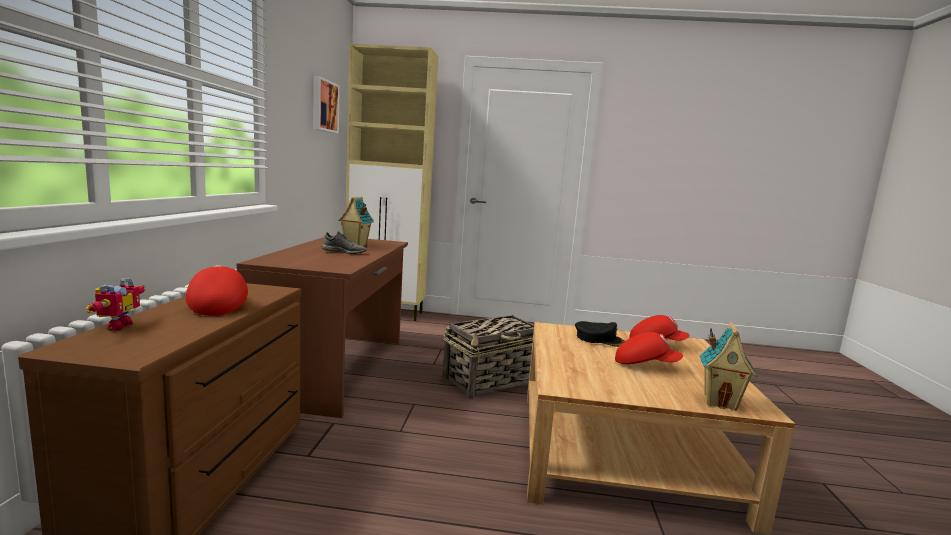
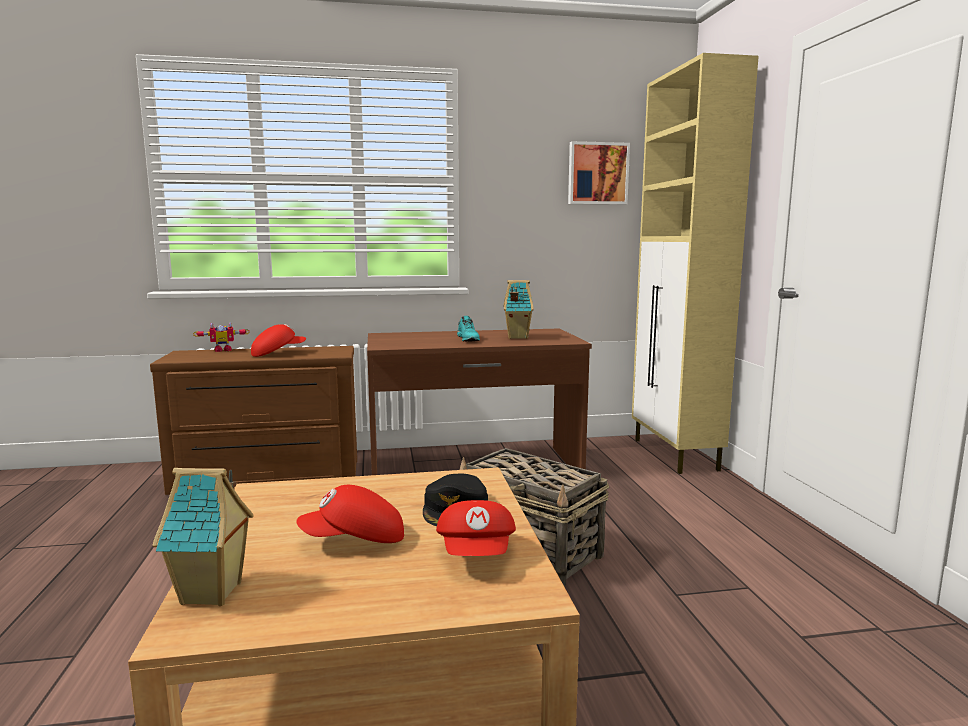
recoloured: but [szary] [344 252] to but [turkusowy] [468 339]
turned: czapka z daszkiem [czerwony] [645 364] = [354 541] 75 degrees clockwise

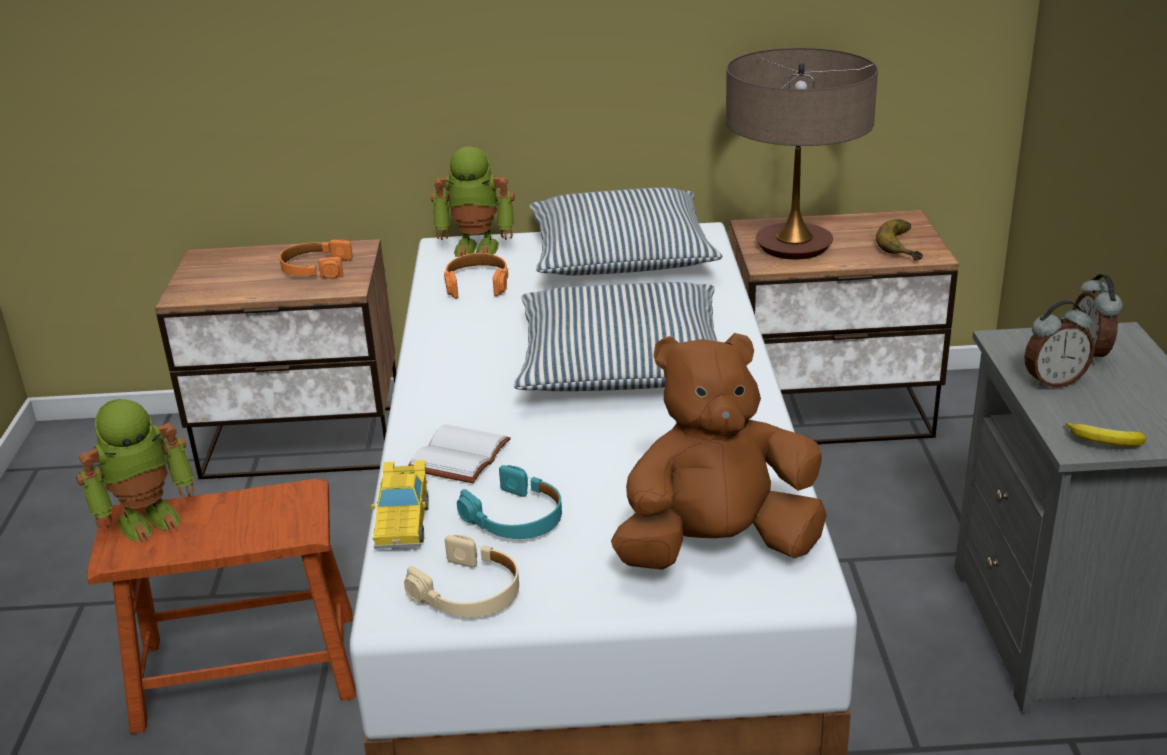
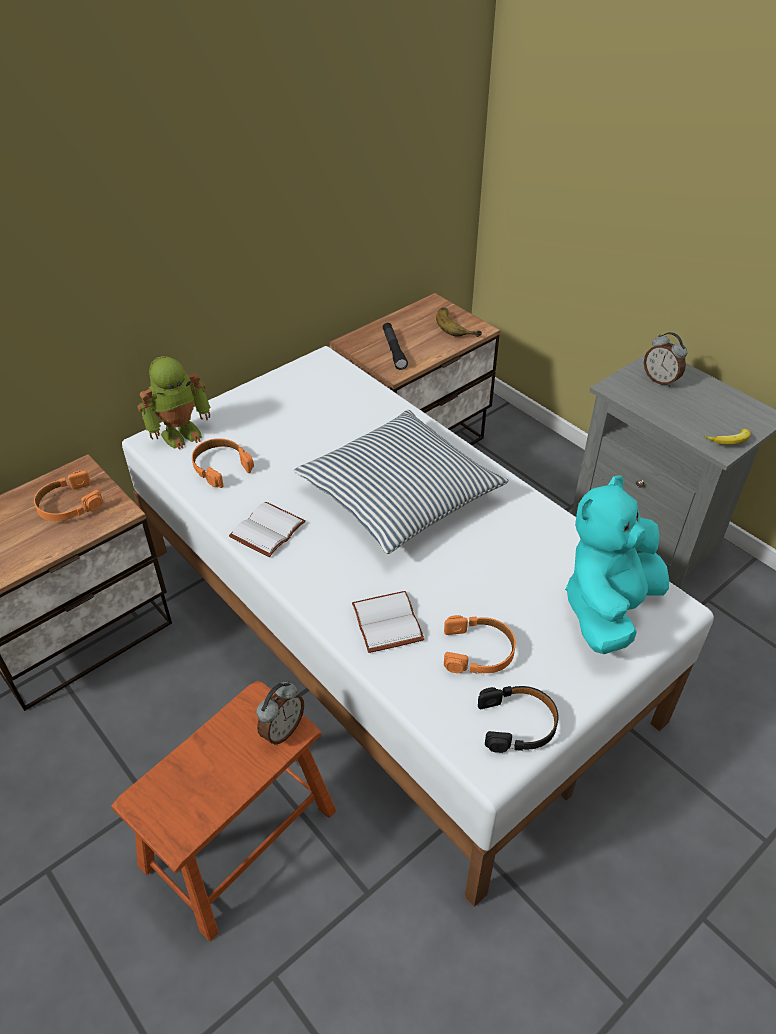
removed: poduszka [620 255]; robot zabawkowy [148 518]; samochodzik [żółty] [403 521]
added: książka [biały] [267 529]
moved: budzik [1053 381] to [282 730]
replaced: lampa stołowa [794 246] to latarka [czarny] [394 350]
recoloured: pluszak [brązowy] [717 547] to pluszak [turkusowy] [608 608]; słuchawki [turkusowy] [516 517] to słuchawki [pomarańczowy] [478 651]; słuchawki [beżowy] [469 592] to słuchawki [czarny] [518 724]

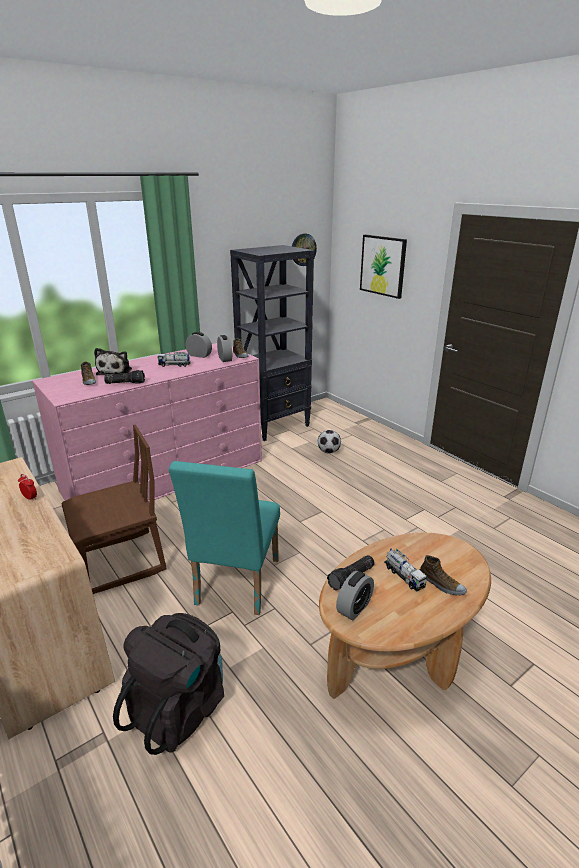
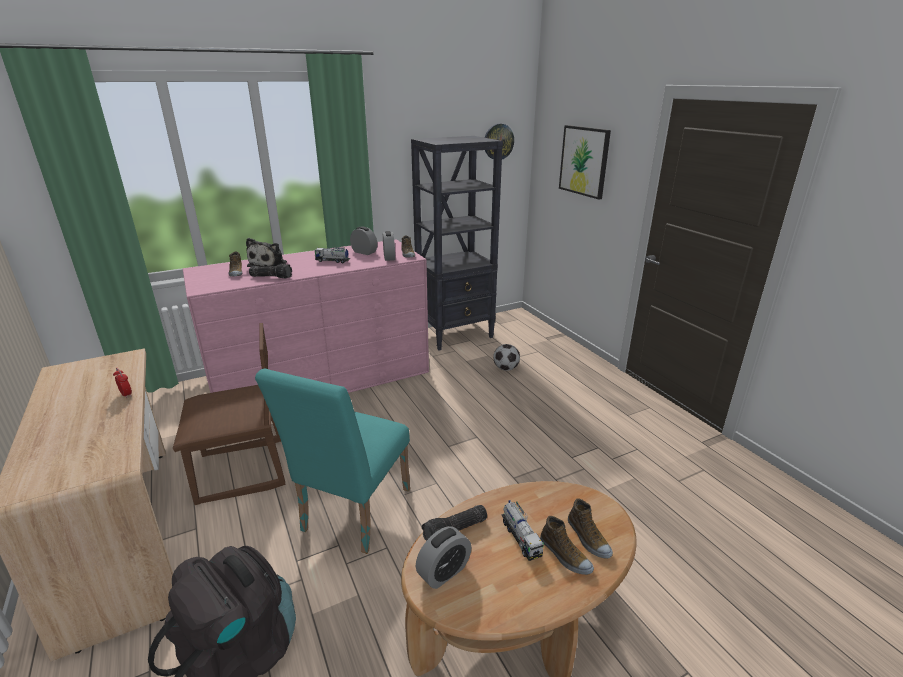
added: but [588 538]

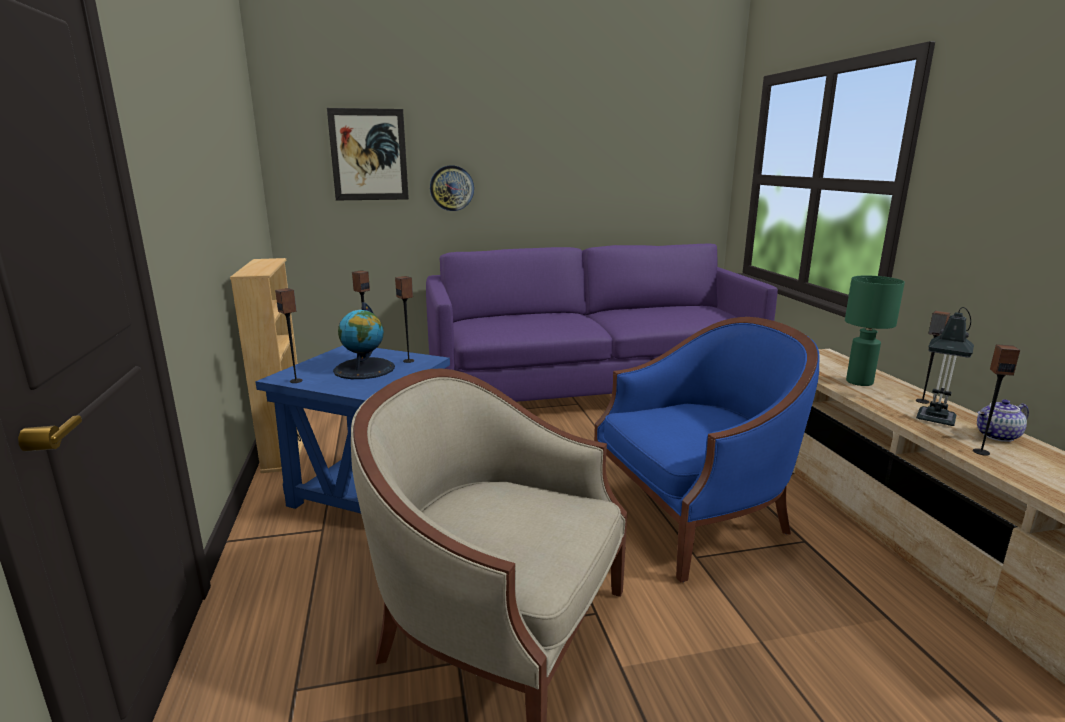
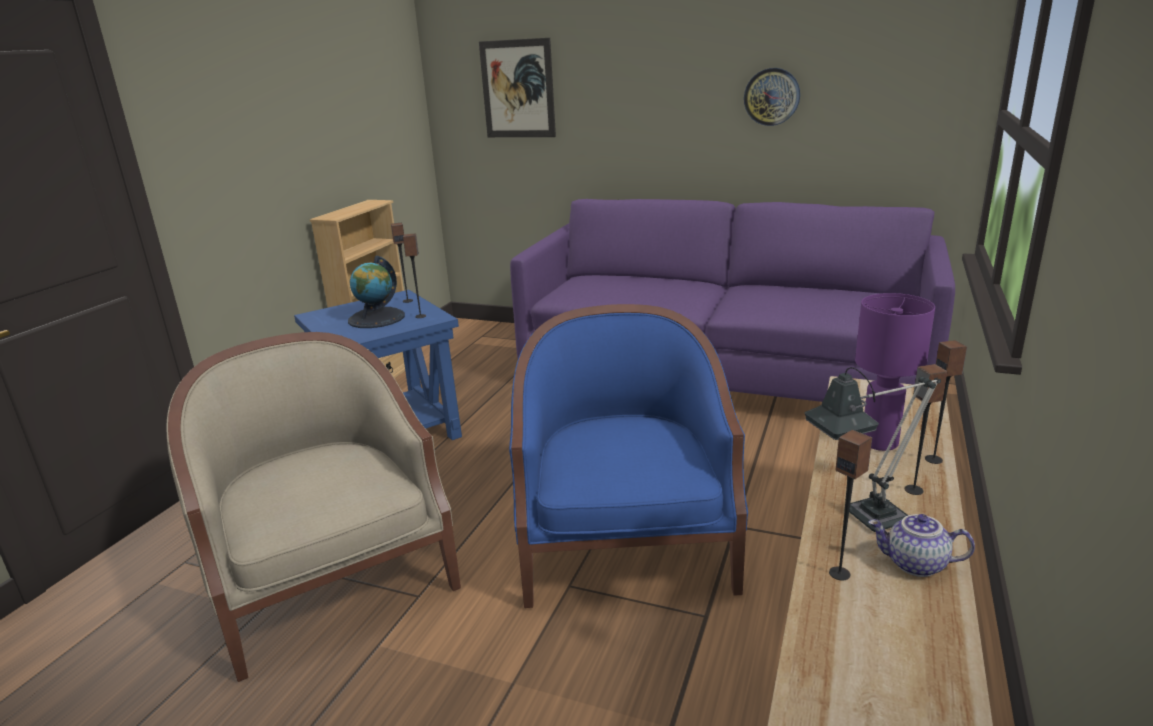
moved: zegar ścienny [451 188] to [772 97]; głośnik [296 381] to [934 459]
recoloured: lampa stołowa [zielony] [858 382] to lampa stołowa [fioletowy] [879 442]
turned: fotel [niebieski] [693 516] = [626 546] 105 degrees counterclockwise

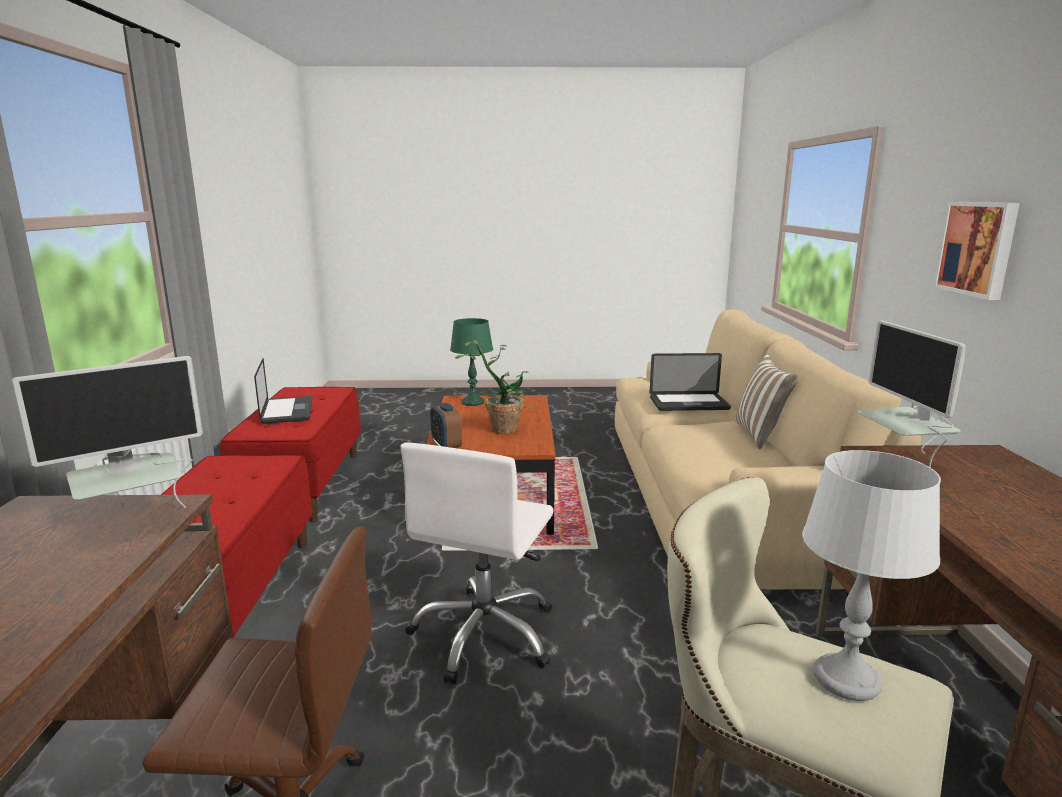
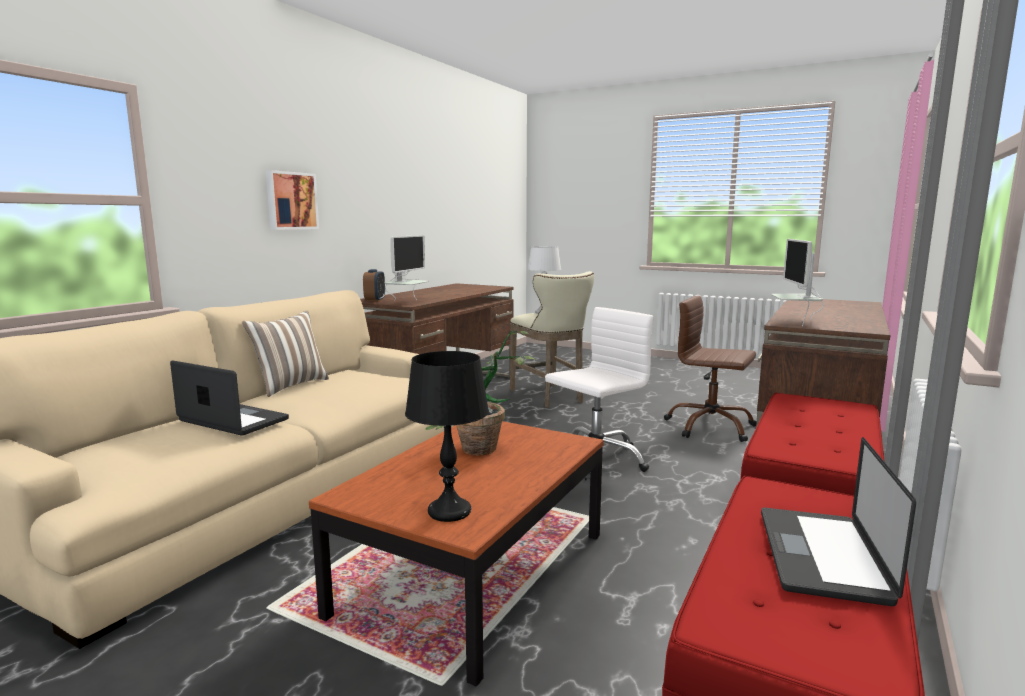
moved: budzik [446 446] to [375 300]
recoloured: lampa stołowa [zielony] [472 402] to lampa stołowa [czarny] [450 511]
turned: monitor [135 520] = [795 322] 75 degrees counterclockwise

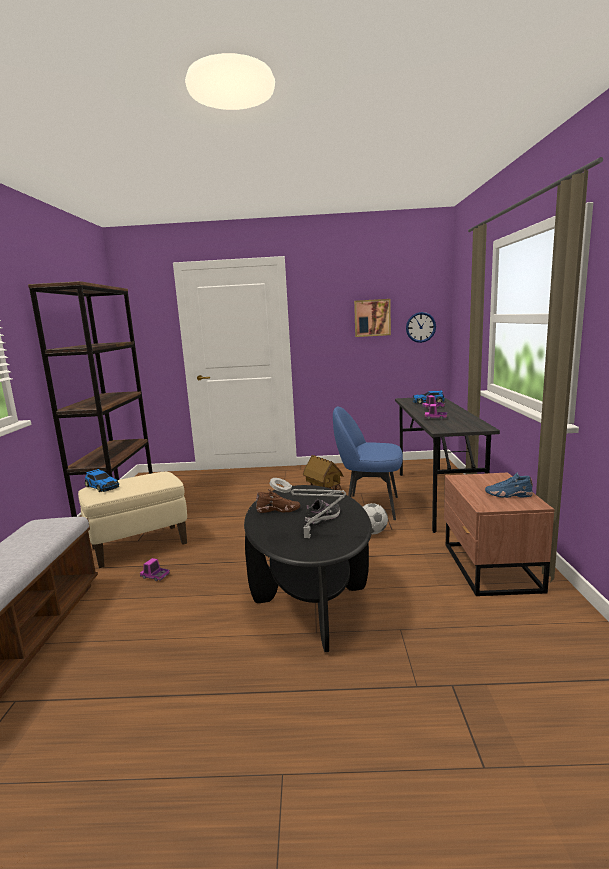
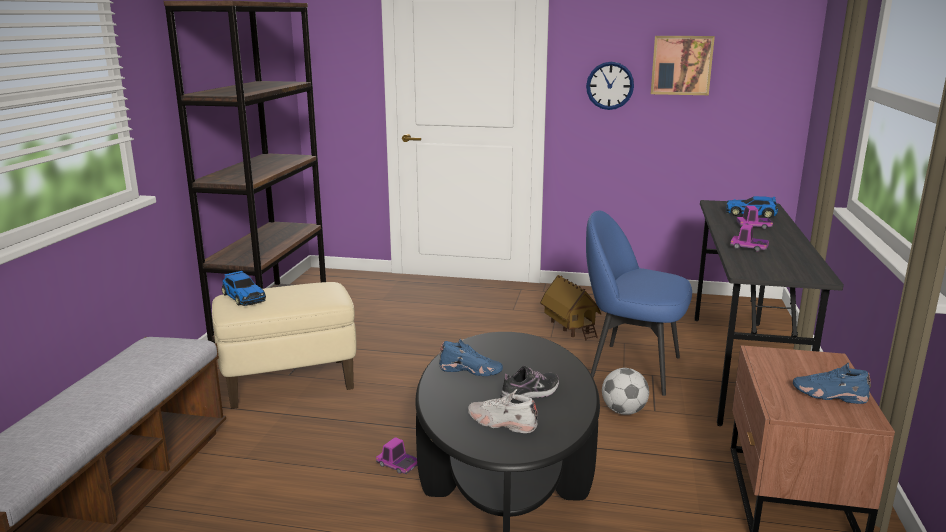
moved: zegar ścienny [420 327] to [610 85]; ciężarówka zabawkowa [155 576] to [398 465]
replaced: lampa stołowa [szary] [310 537] to but [biały] [501 423]
recoloured: but [brązowy] [278 510] to but [niebieski] [471 370]

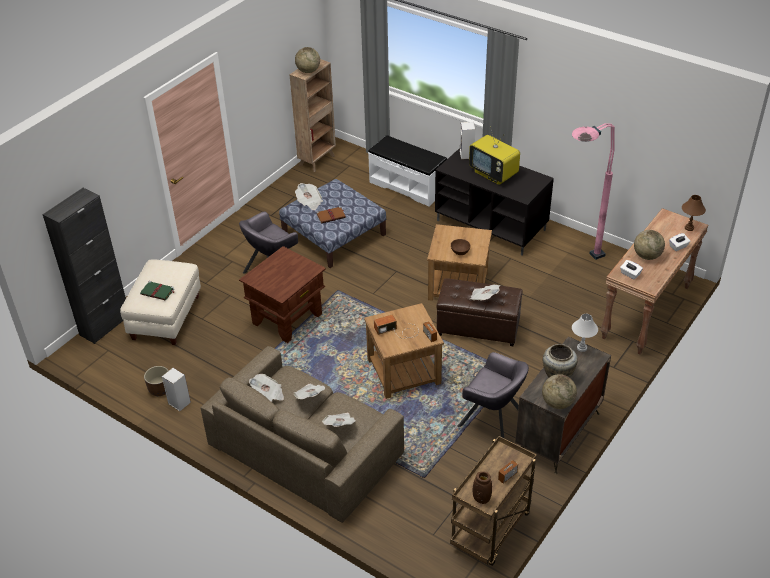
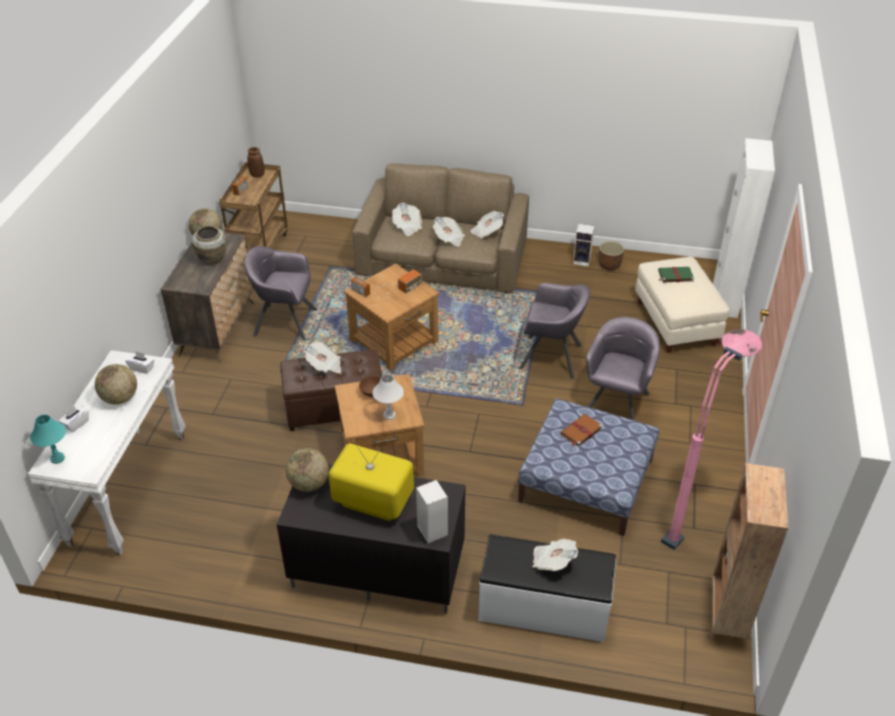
moved: globus [308 71] to [309 484]; lampa stojąca [różowy] [576 262] to [690 519]; gazeta [309 202] to [552 561]; lampa stołowa [biały] [582 348] to [389 415]
replaced: stolik [brązowy] [288 319] to fotel [szary] [551 357]
recoloured: szafka [czarny] [105 325] to szafka [biały] [725 300]; lampa stołowa [brązowy] [689 228] to lampa stołowa [turkusowy] [57 458]; stolik konsolowy [brązowy] [646 313] to stolik konsolowy [biały] [128 488]

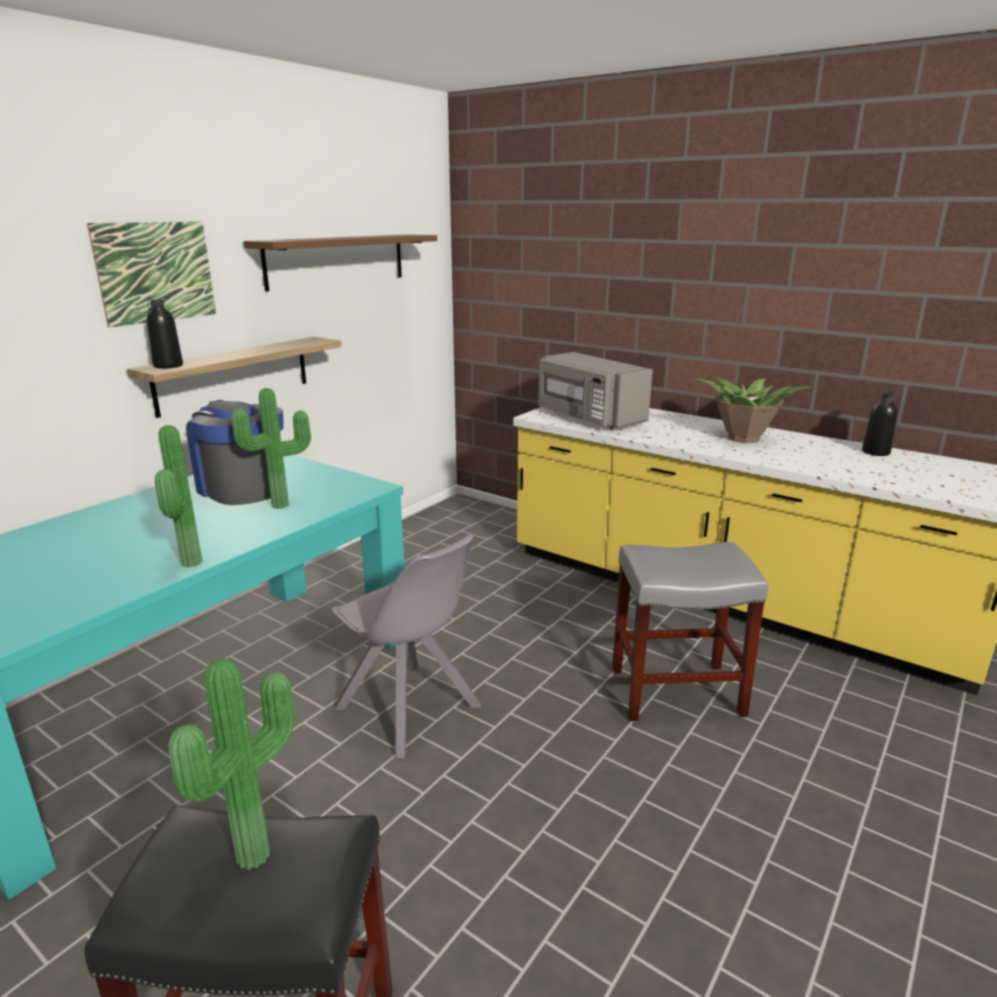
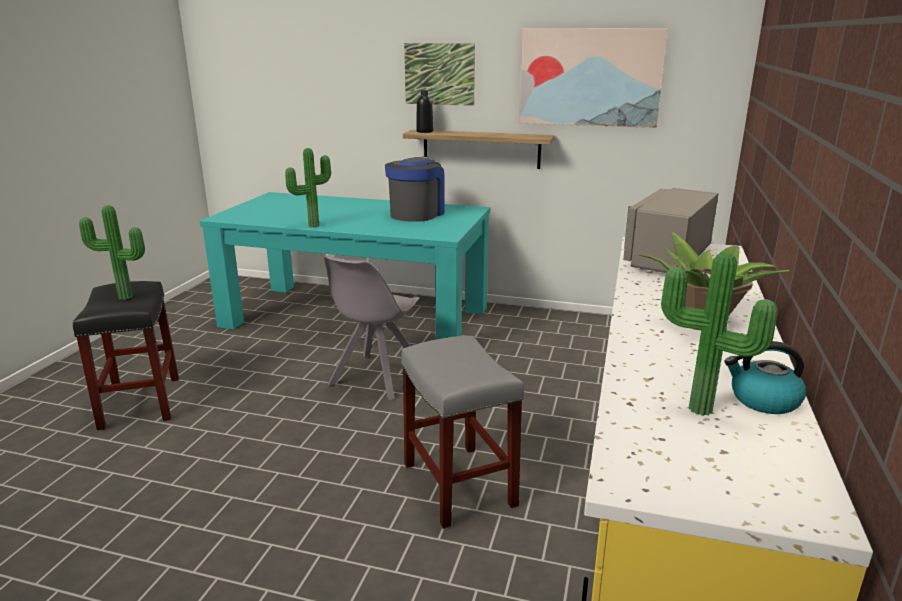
moved: roślina doniczkowa [282 506] to [700 411]
replaced: półka [brązowy] [337 260] to obraz [590 77]; butelka [czarny] [875 452] to czajnik [763 400]

